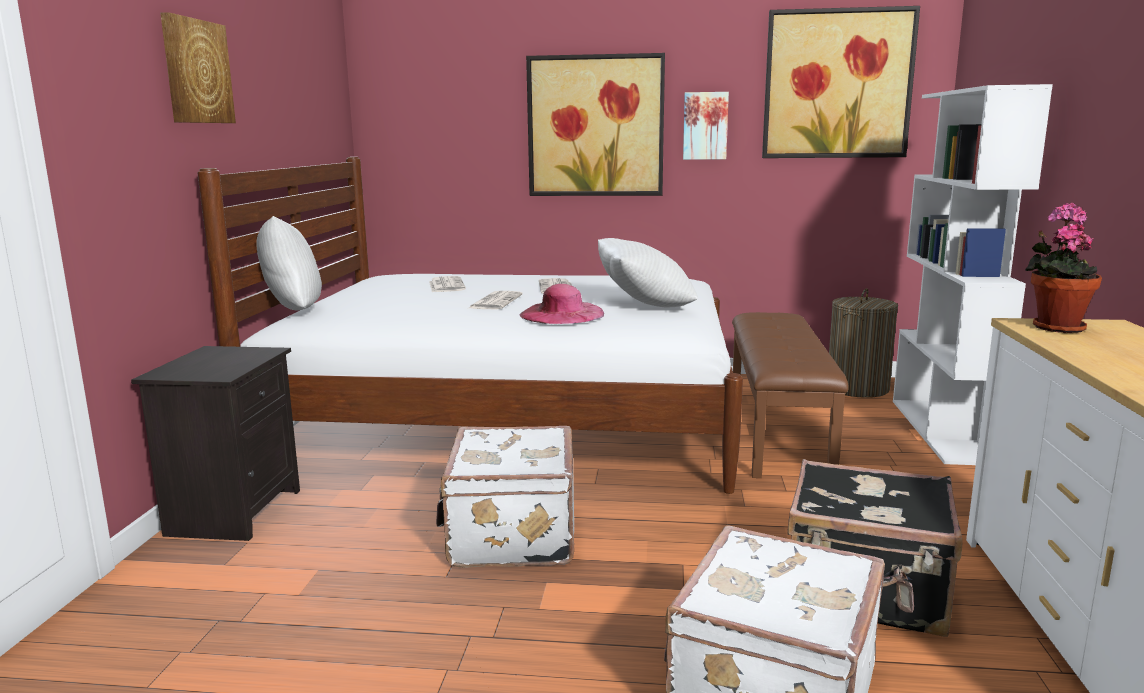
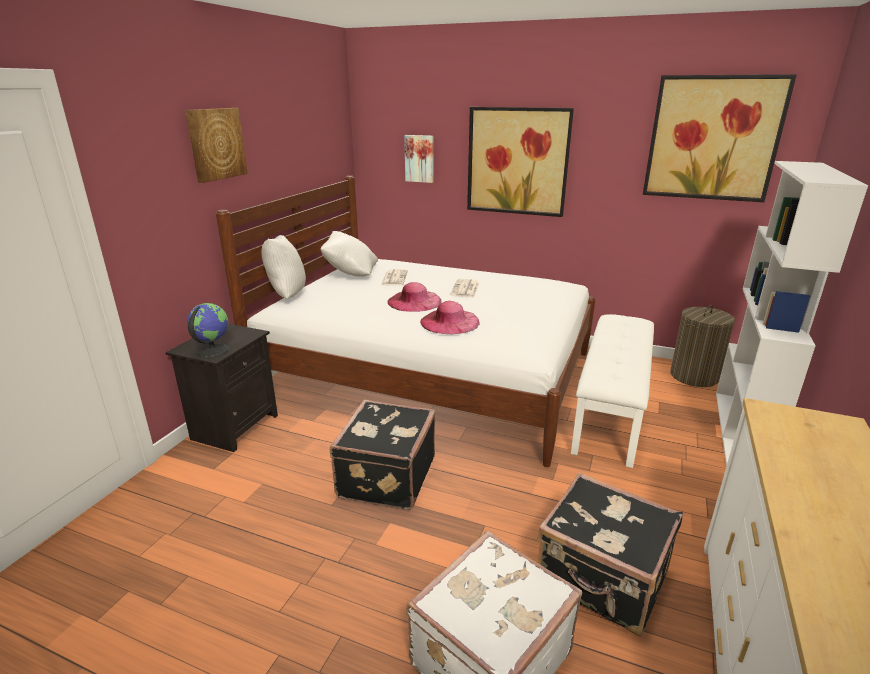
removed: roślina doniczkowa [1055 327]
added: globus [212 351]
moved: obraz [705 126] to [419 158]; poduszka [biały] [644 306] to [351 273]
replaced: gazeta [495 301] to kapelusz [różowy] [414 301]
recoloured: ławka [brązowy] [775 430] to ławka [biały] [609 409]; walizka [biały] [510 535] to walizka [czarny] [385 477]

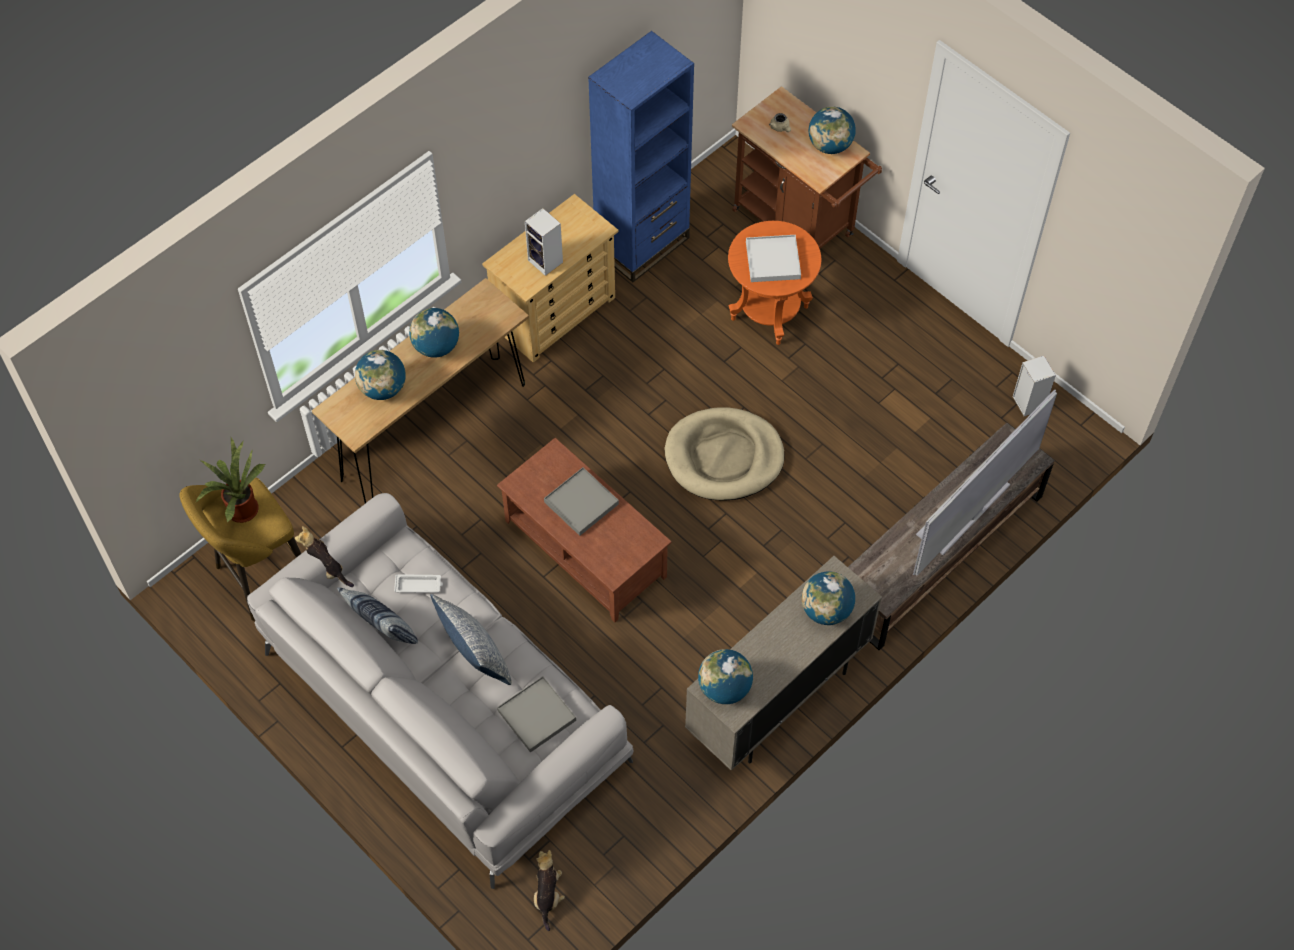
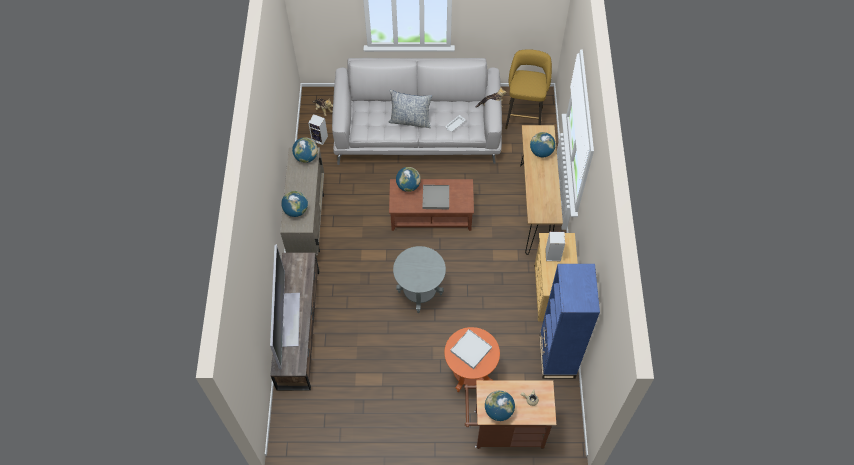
removed: roślina doniczkowa [240 508]; poduszka [383 630]; taca [szary] [536 715]
moved: globus [436 346] to [408 186]; głośnik [1027 402] to [320 138]
replaced: legowisko [beżowy] [724 457] to stolik [szary] [420 293]

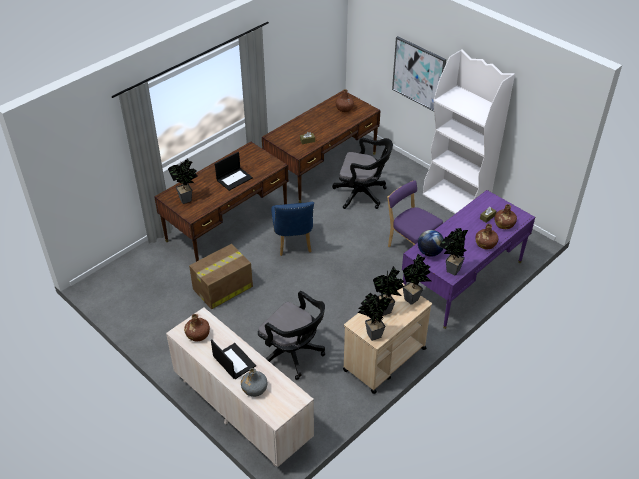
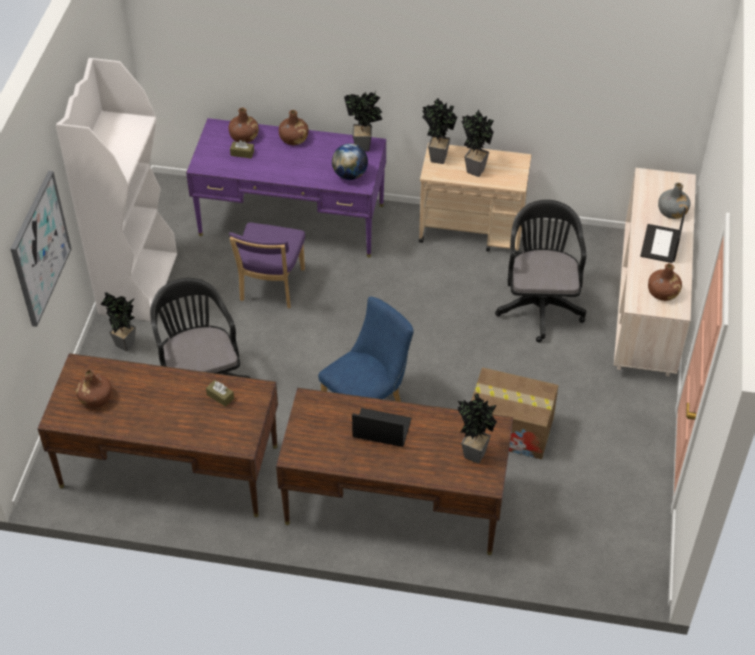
moved: roślina doniczkowa [371 335] to [126 346]

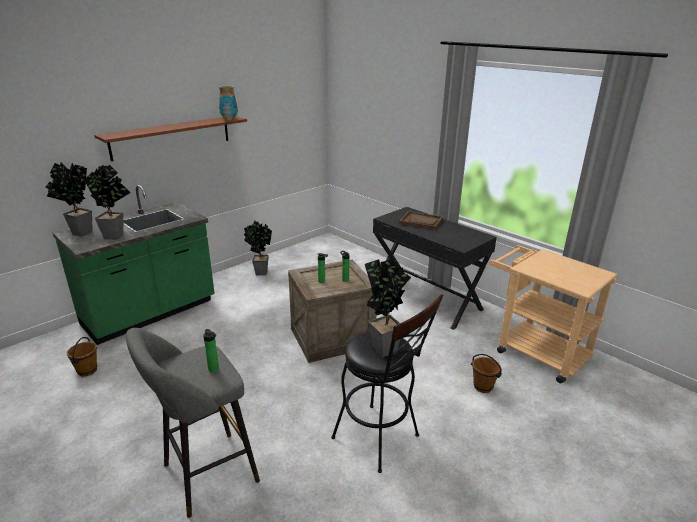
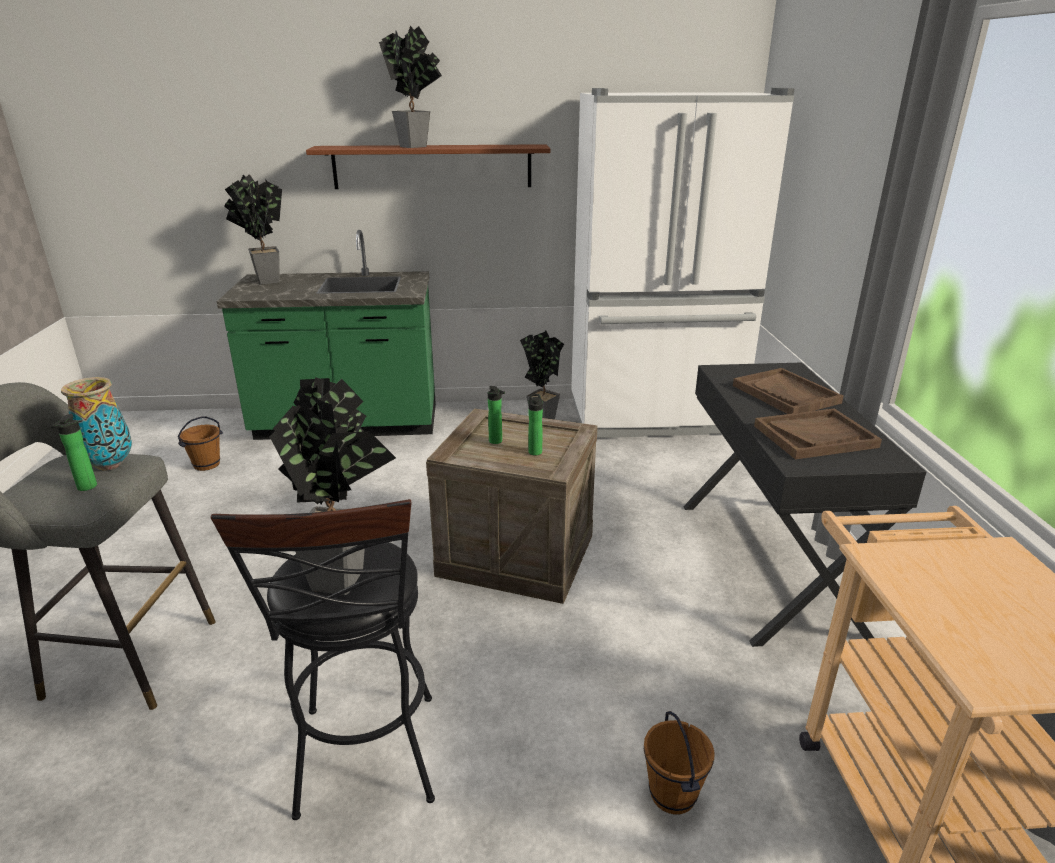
added: lodówka [biały] [655 419]; taca [brązowy] [815 436]
moved: wazon [229 119] to [110 465]; roślina doniczkowa [116 235] to [418 146]

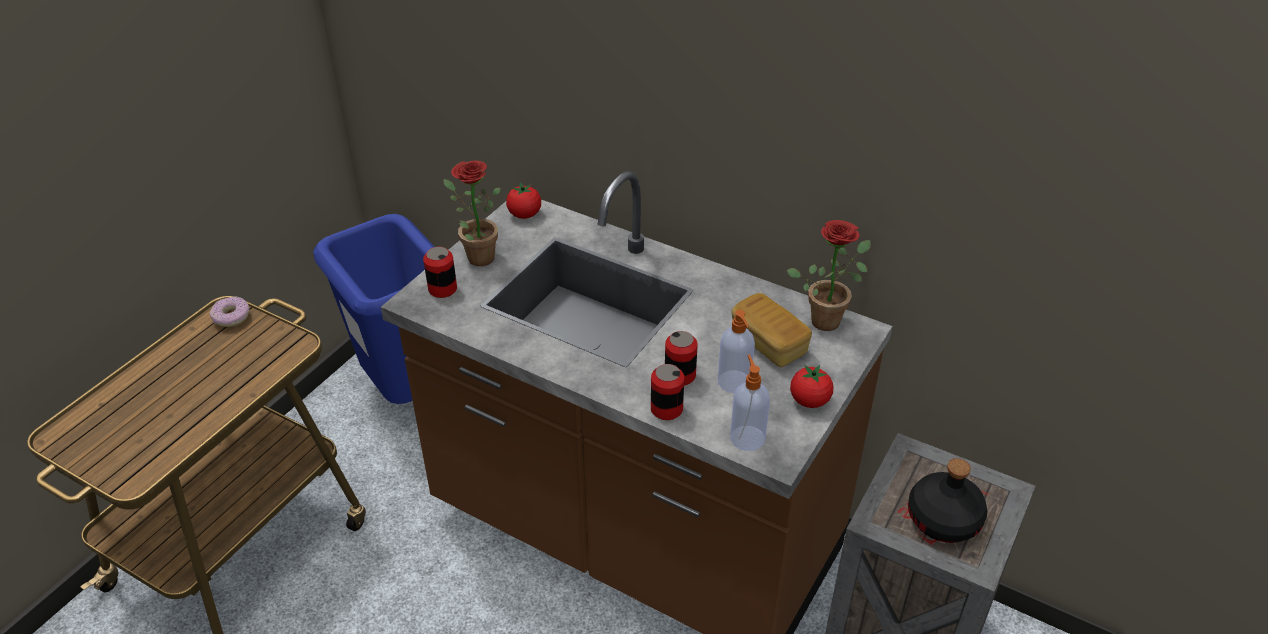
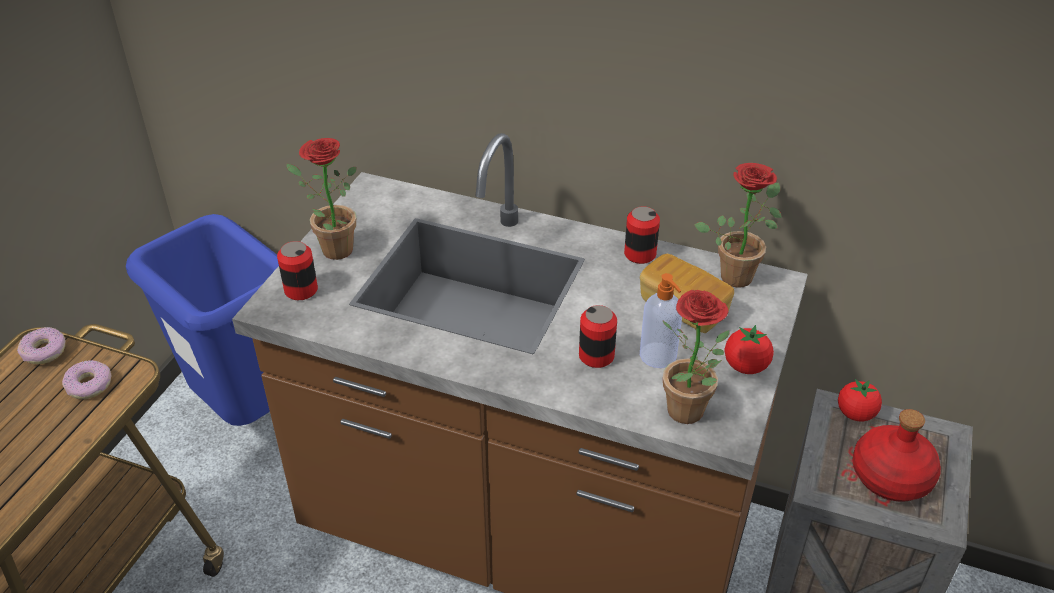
added: donut [89 385]
moved: pomidor [524 215] to [855 414]; puszka [666 409] to [640 254]
replaced: dozownik mydła [747 437] to roślina doniczkowa [690 416]
recoloured: butelka [czarny] [944 519] to butelka [czerwony] [892 476]

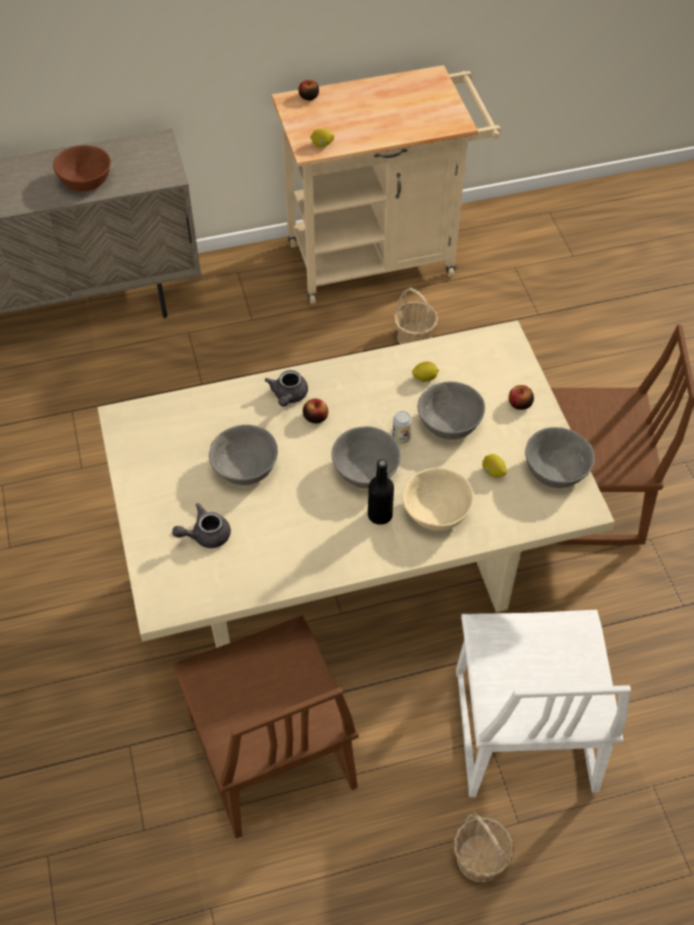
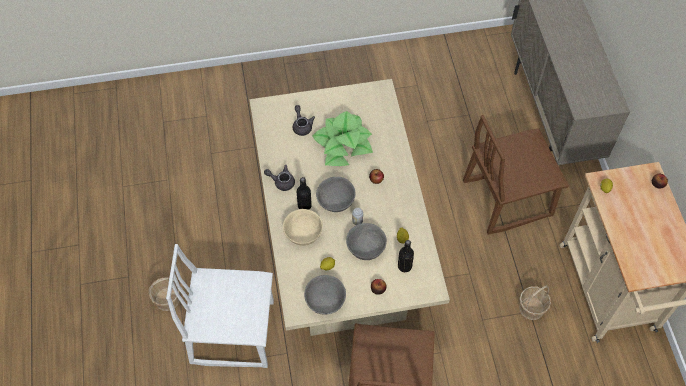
removed: miska [brązowy] [85 180]
added: butelka [czarny] [404 266]
moved: imbryk [szary] [288 396] to [281 181]; krzesło [brązowy] [270 753] to [506 197]
replaced: miska [szary] [245 468] to roślina doniczkowa [343 144]

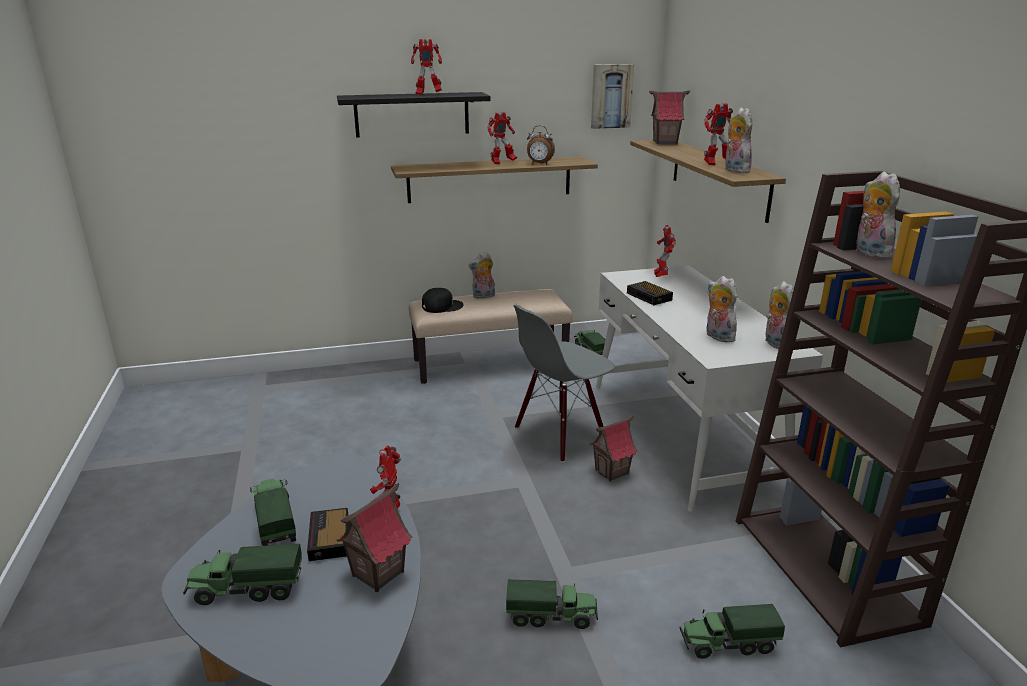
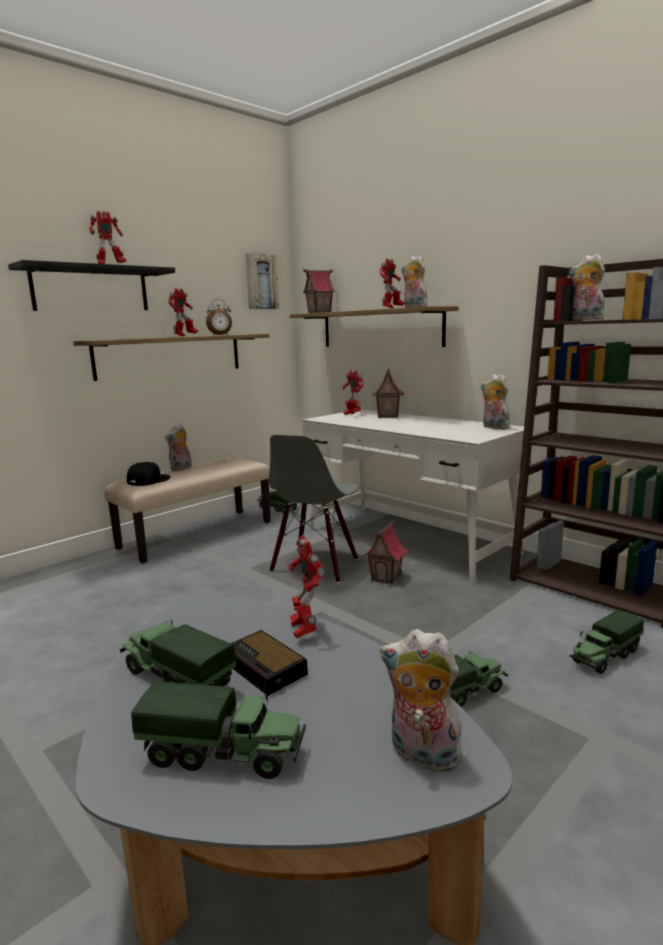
removed: budzik [649 297]
moved: pluszak [717 336] to [421 755]; domek [377 573] to [387 416]
turned: ciężarówka zabawkowa [246 590] = [224 754] 135 degrees counterclockwise

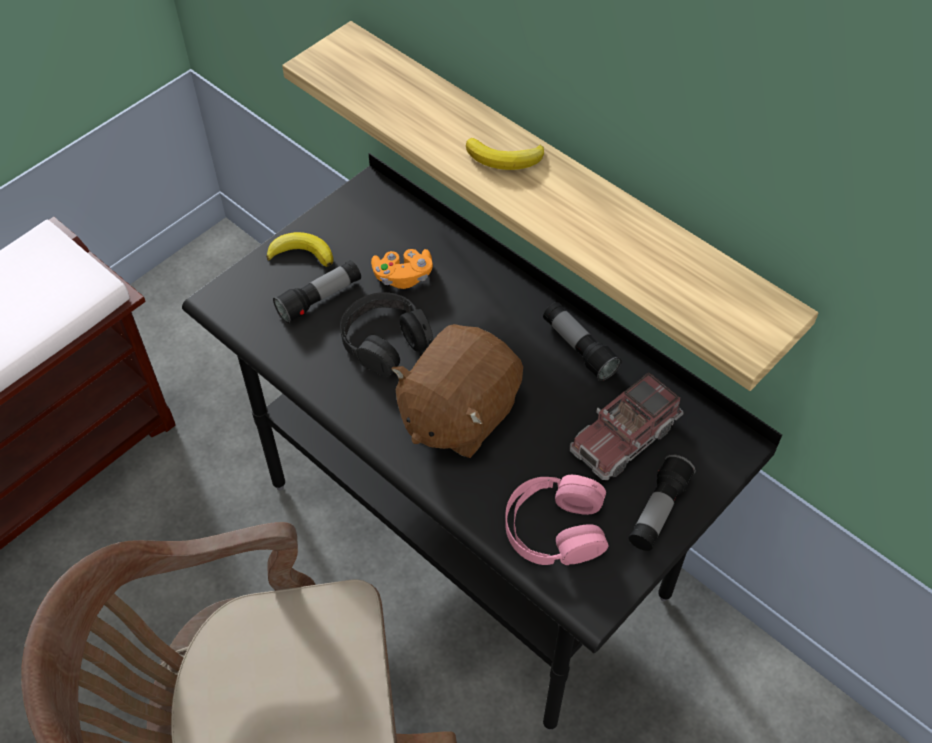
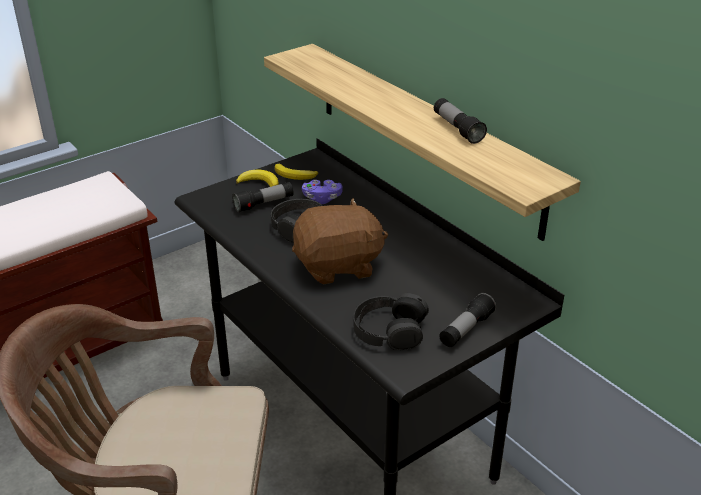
removed: ciężarówka zabawkowa [624 437]
moved: banan [505 159] to [295 175]; latarka [579 348] to [457 129]
recoloured: pad do gier [pomarańczowy] [403 276] to pad do gier [fioletowy] [322 199]; słuchawki [różowy] [554 528] to słuchawki [czarny] [389 330]
turned: pluszak [brązowy] [458 413] = [338 266] 150 degrees counterclockwise

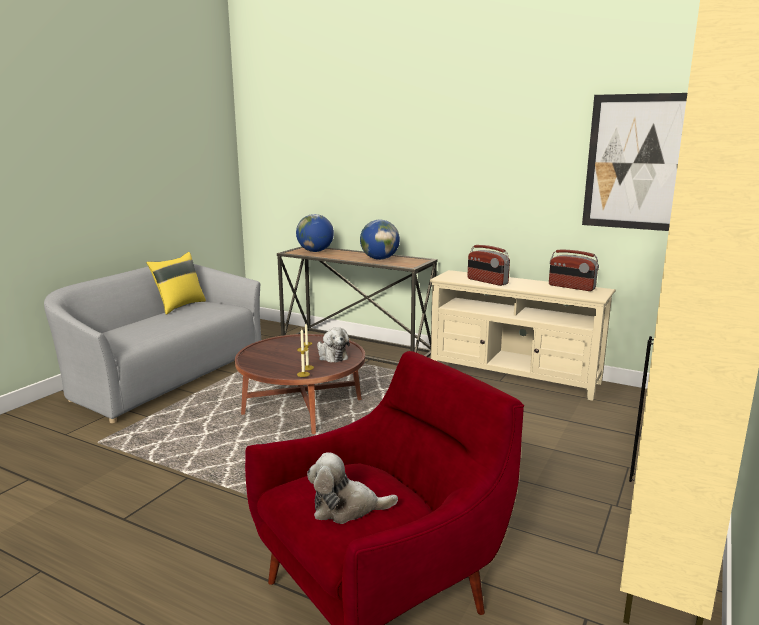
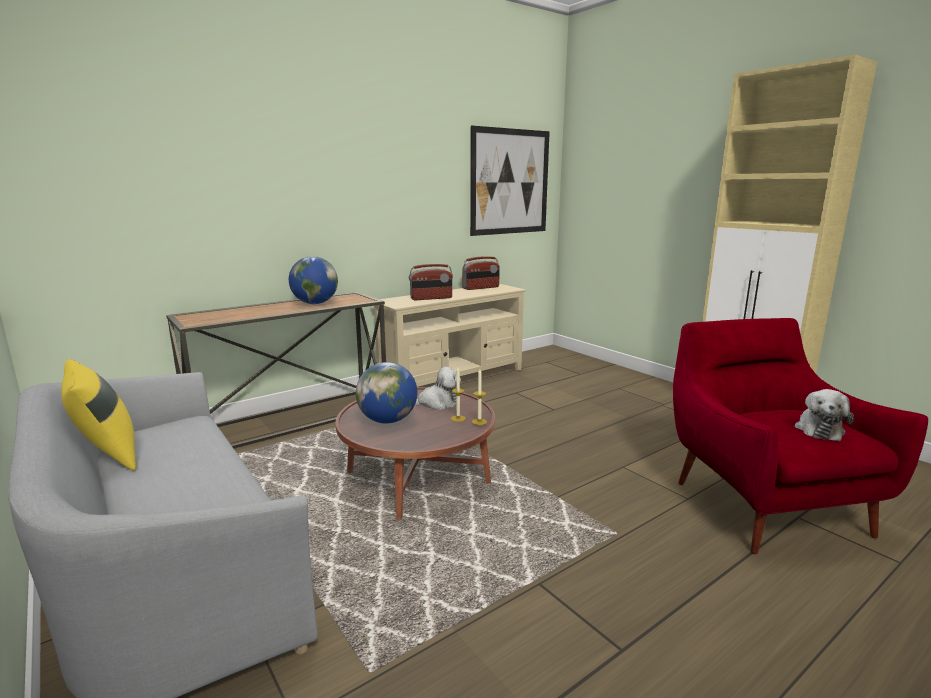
moved: globus [315 251] to [388 420]

